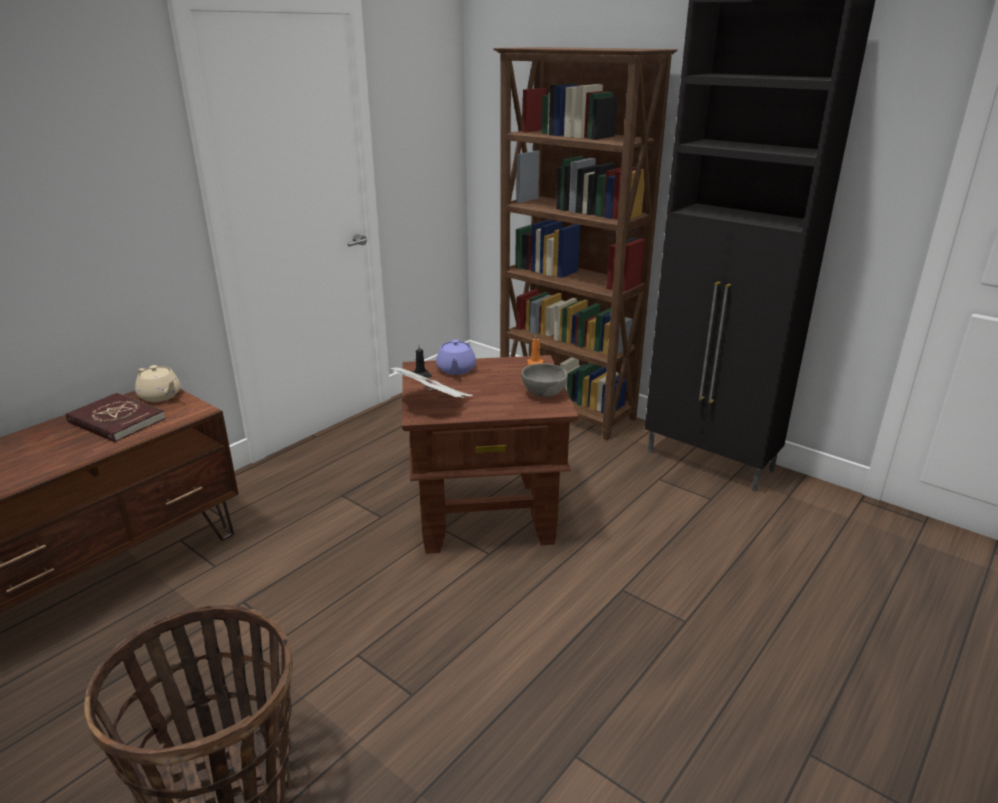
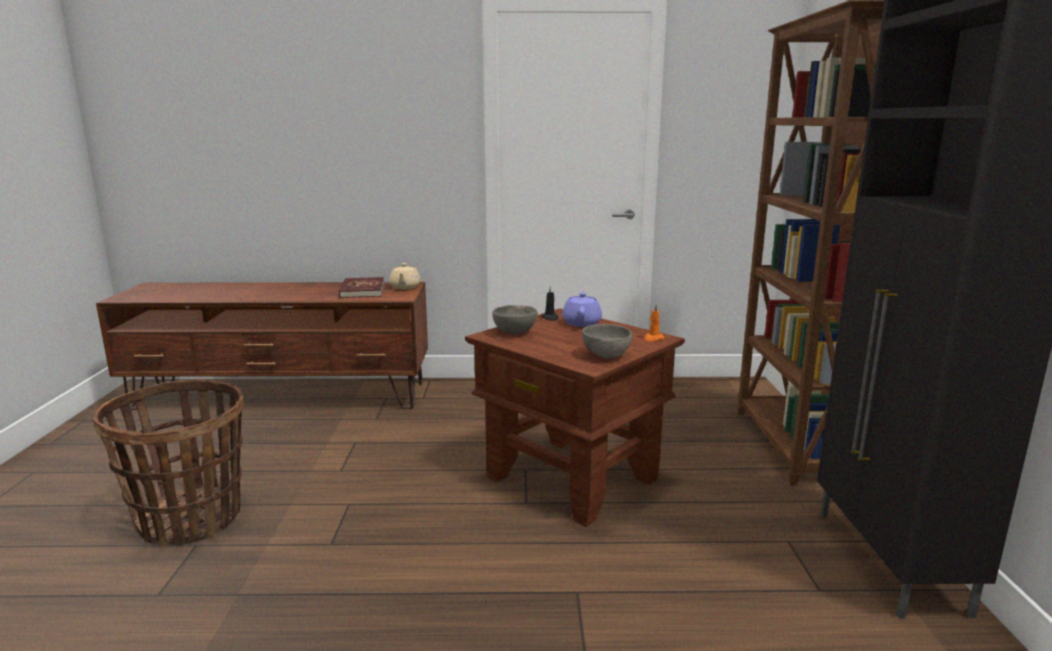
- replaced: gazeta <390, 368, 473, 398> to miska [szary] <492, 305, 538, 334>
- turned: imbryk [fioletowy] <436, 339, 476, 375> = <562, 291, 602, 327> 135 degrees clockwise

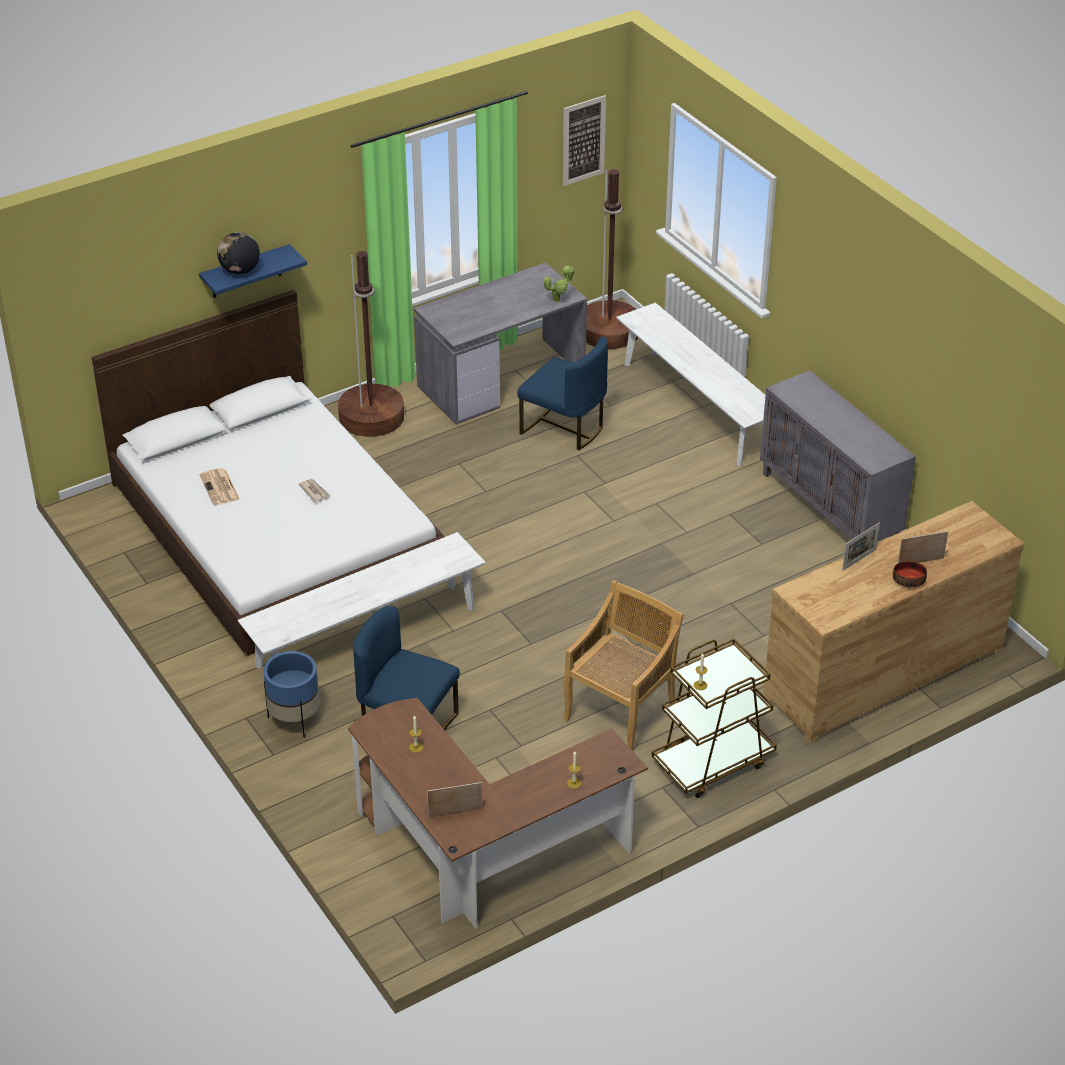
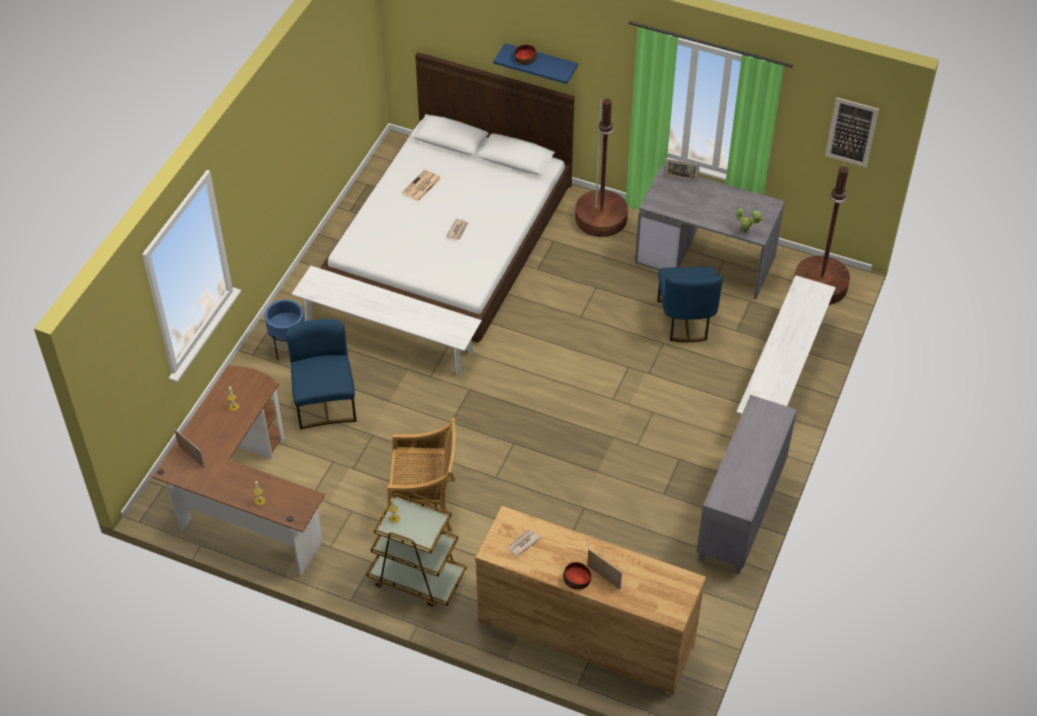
- added: gazeta <506, 529, 541, 557>
- replaced: globus <217, 232, 260, 275> to miska <514, 45, 537, 65>
- moved: ramka na zdjęcie <842, 522, 880, 571> to <664, 159, 700, 183>

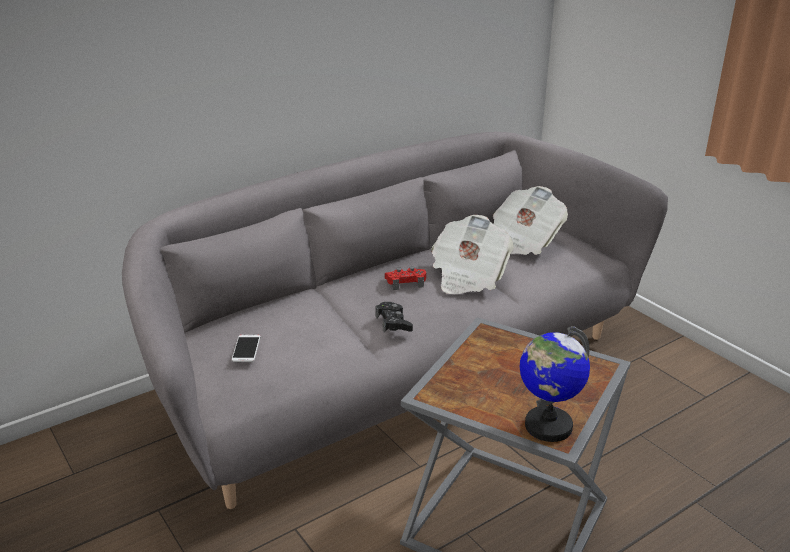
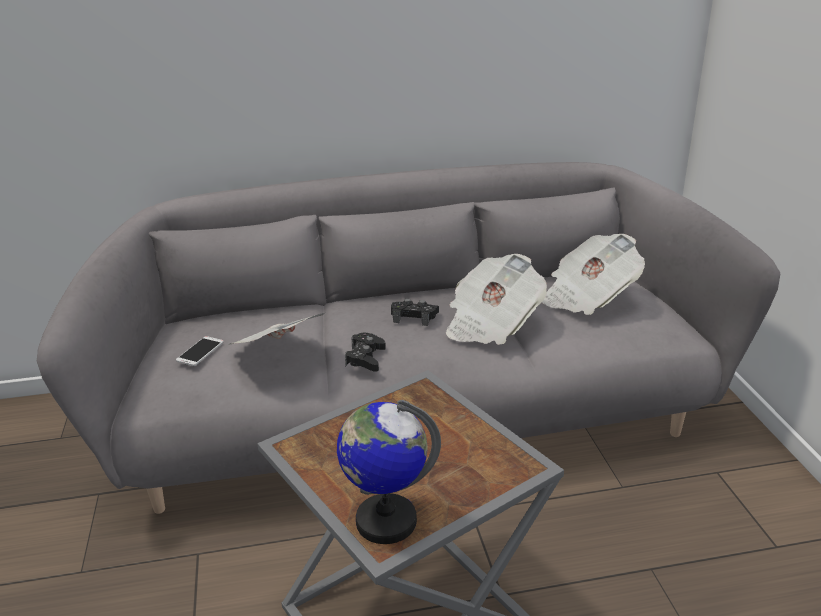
- added: gazeta <228, 313, 325, 345>
- recoloured: pad do gier [czerwony] <385, 266, 426, 290> to pad do gier [czarny] <391, 298, 439, 326>

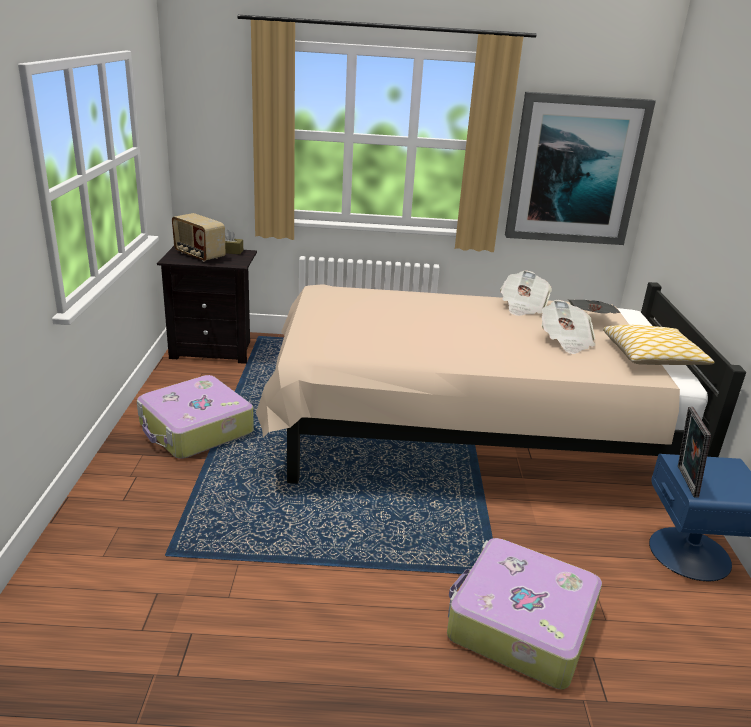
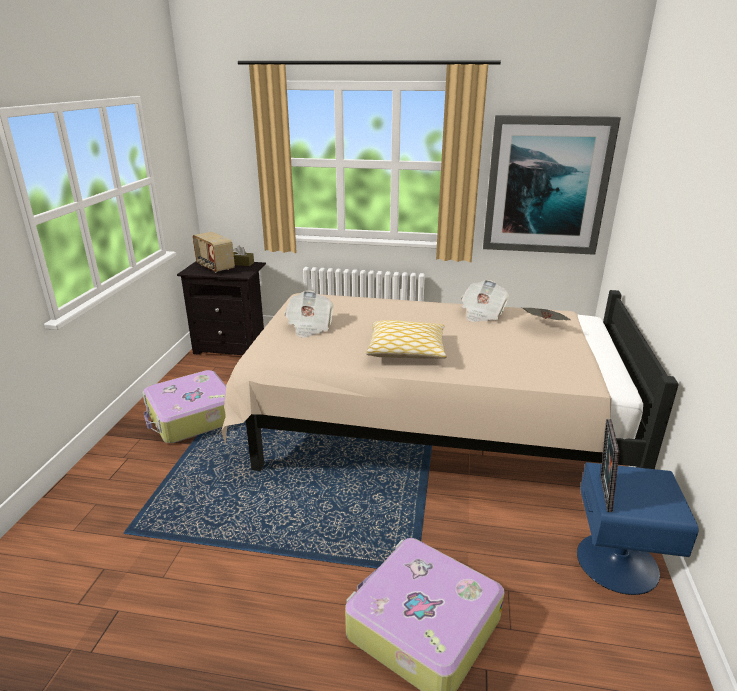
- moved: gazeta <542, 300, 596, 354> to <285, 290, 334, 338>
- moved: poduszka <603, 325, 715, 365> to <366, 320, 447, 359>

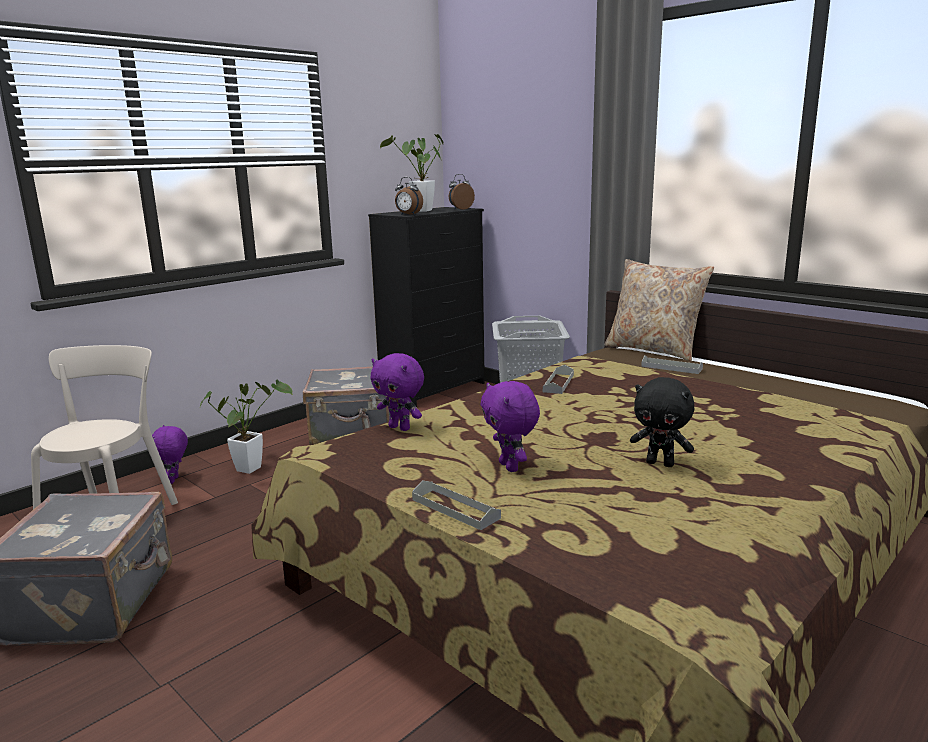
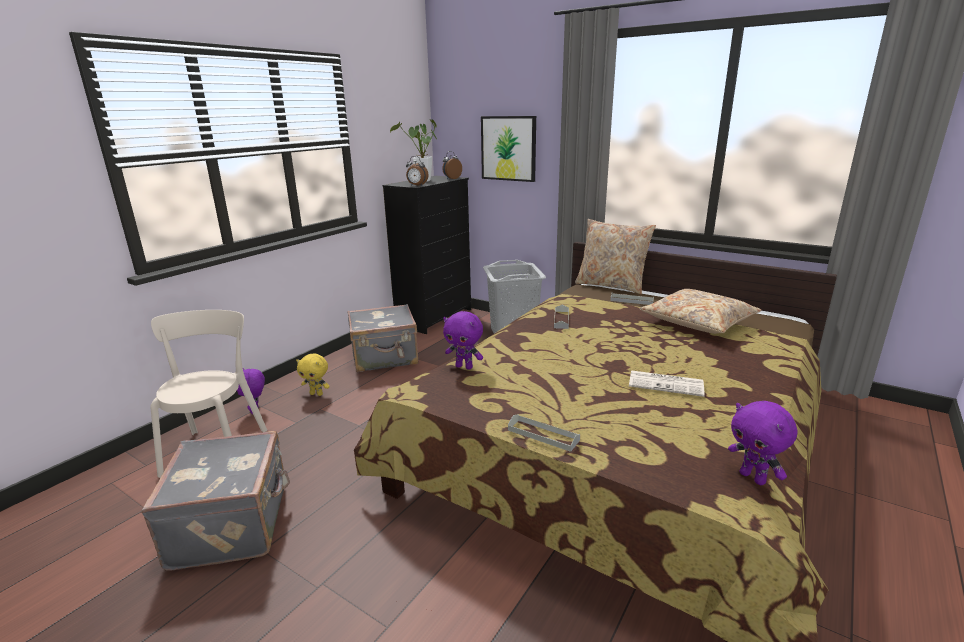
- replaced: roślina doniczkowa <200, 380, 293, 474> to pluszak [żółty] <296, 354, 330, 396>
- added: obraz <481, 116, 536, 182>
- replaced: pluszak [czarny] <630, 377, 694, 467> to gazeta <629, 370, 705, 397>
- added: poduszka [beżowy] <640, 289, 762, 334>
- moved: pluszak [fioletowy] <480, 381, 540, 472> to <728, 401, 798, 485>

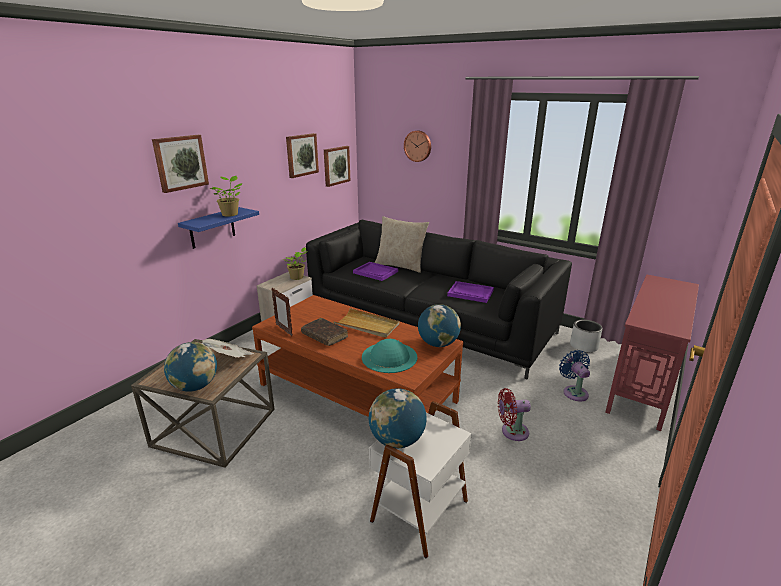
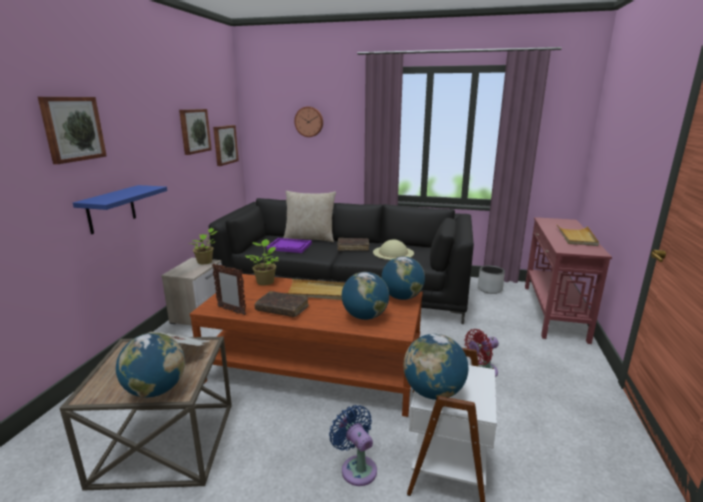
- moved: roślina doniczkowa <210, 176, 243, 217> to <245, 239, 279, 286>
- moved: wentylator [niebieski] <559, 350, 590, 401> to <329, 405, 377, 486>
- added: książka [brązowy] <337, 238, 369, 251>
- replaced: kapelusz [turkusowy] <362, 339, 417, 373> to globus <342, 272, 389, 320>
- replaced: taca [fioletowy] <447, 281, 494, 303> to kapelusz [beżowy] <373, 239, 414, 260>
- added: taca [beżowy] <557, 225, 599, 246>

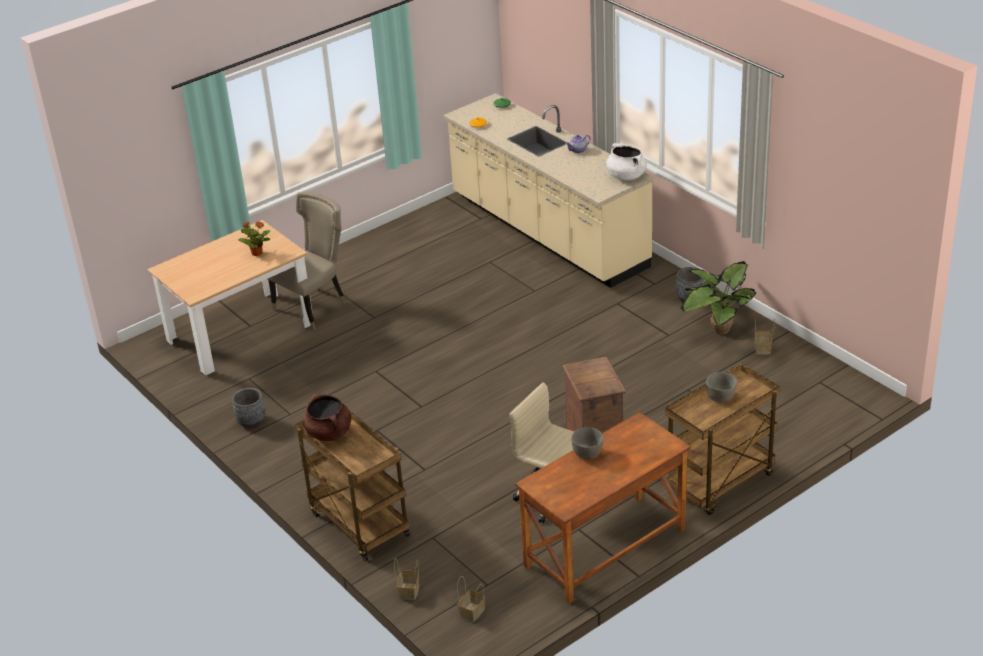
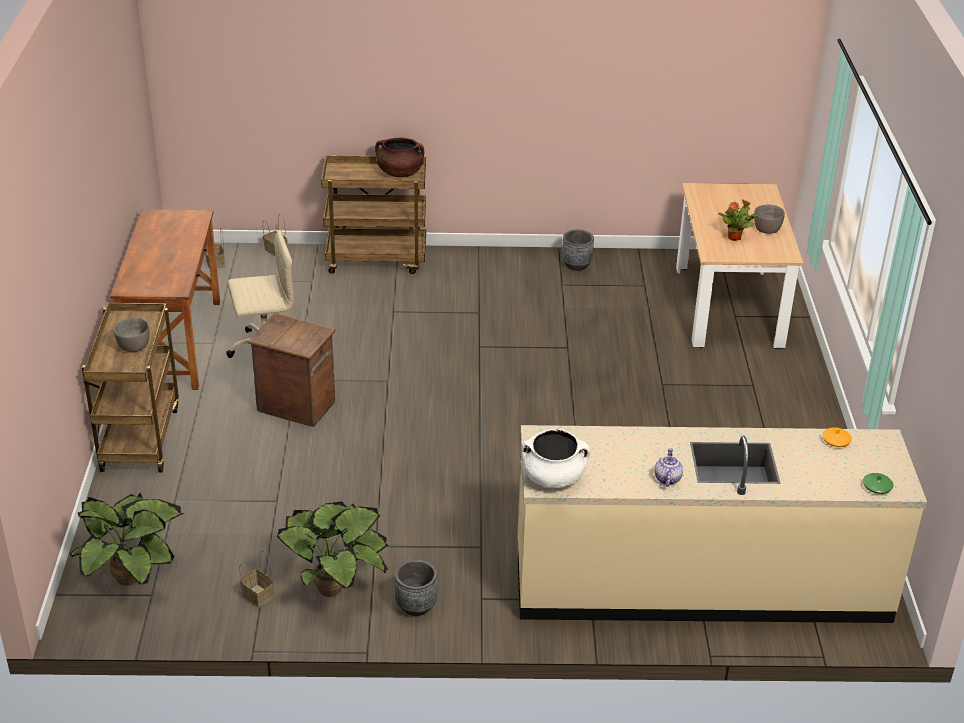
- added: roślina doniczkowa <69, 493, 184, 586>
- moved: miska [szary] <571, 427, 603, 460> to <754, 205, 785, 234>
- removed: krzesło [beżowy] <268, 192, 347, 330>

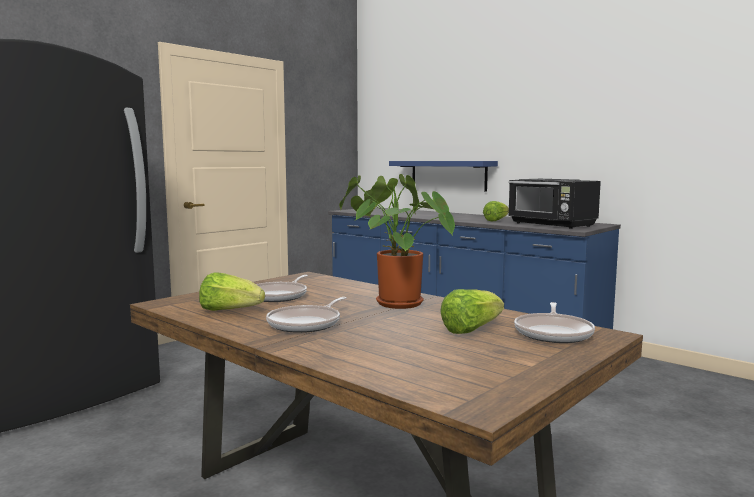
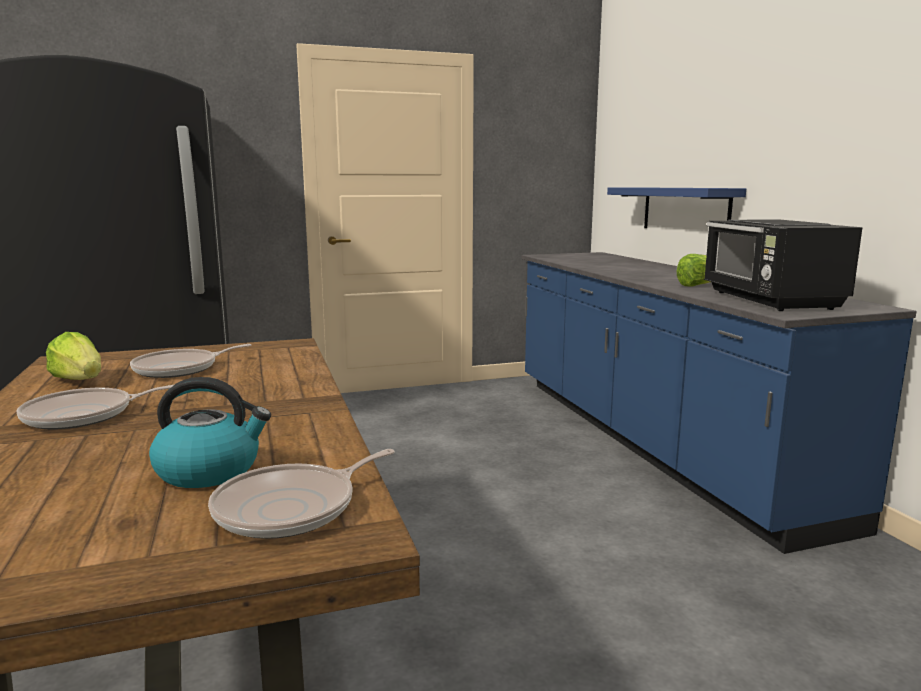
- replaced: sałata <440, 289, 504, 334> to czajnik <149, 377, 271, 488>
- removed: roślina doniczkowa <339, 174, 455, 309>

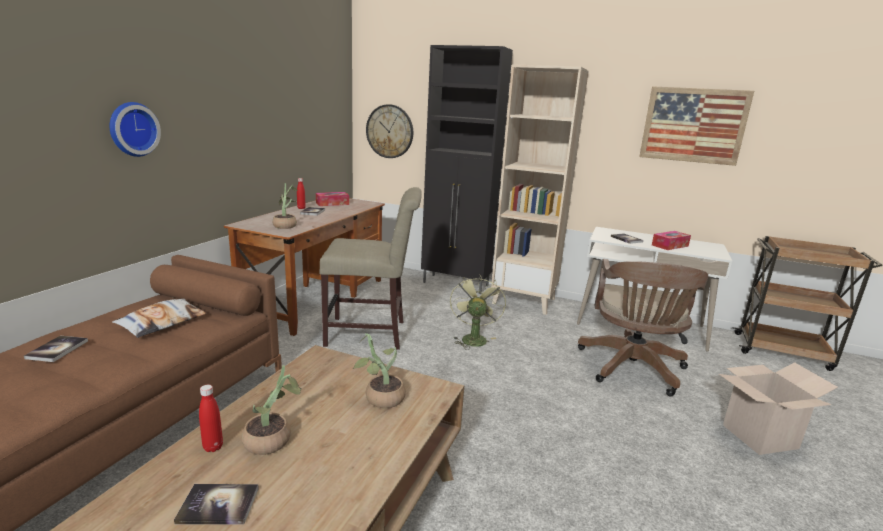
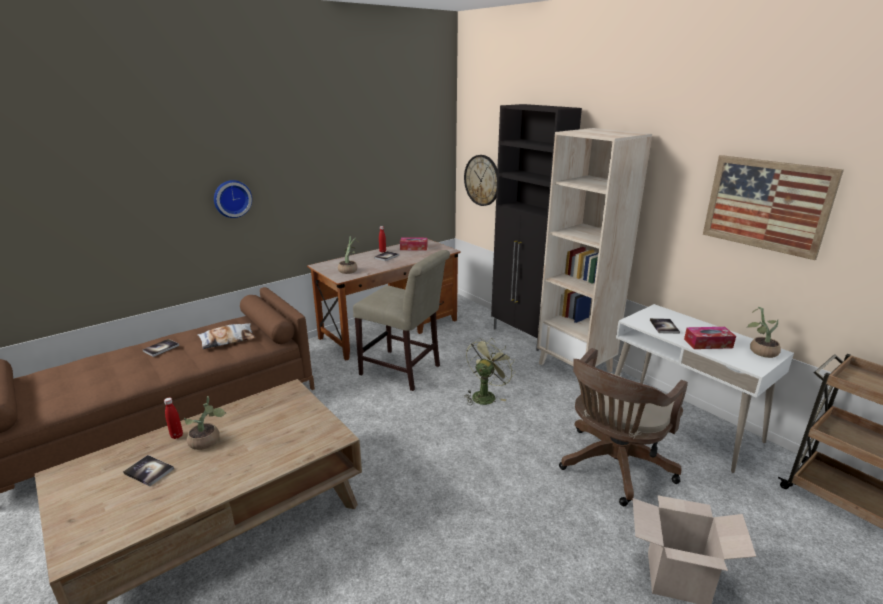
- moved: roślina doniczkowa <352, 333, 406, 408> to <747, 307, 781, 358>

